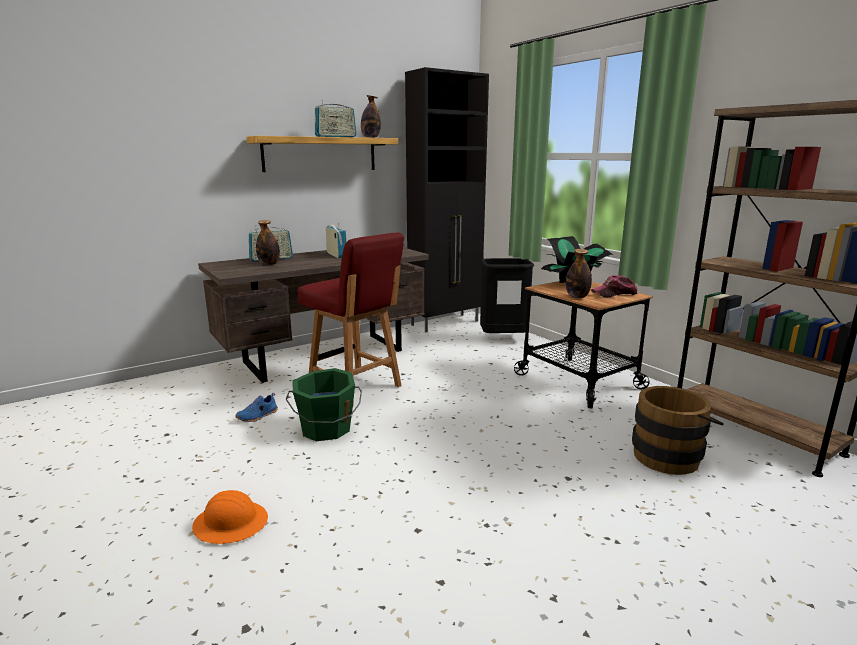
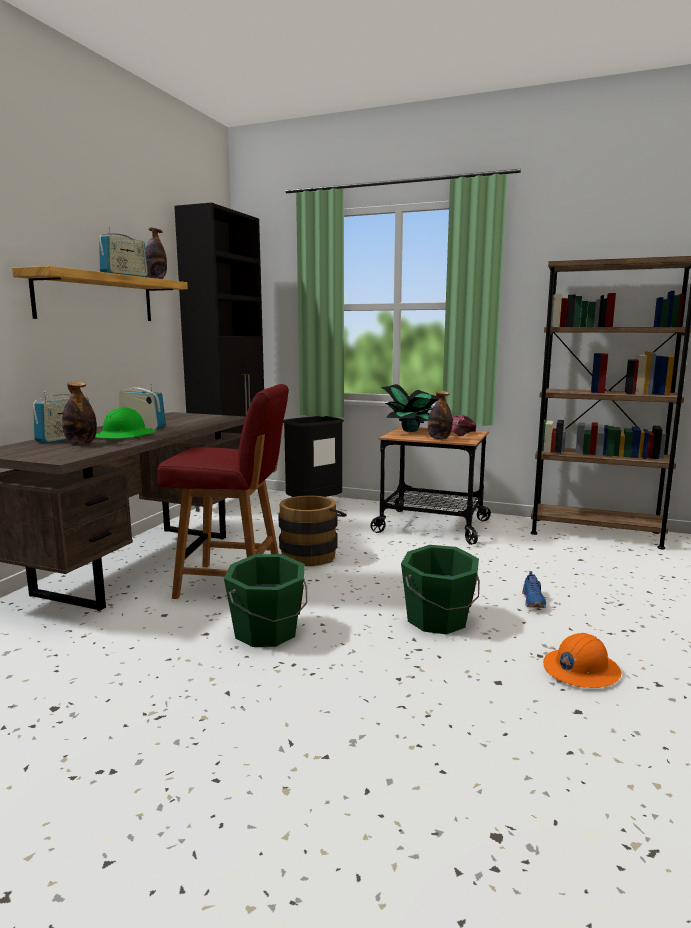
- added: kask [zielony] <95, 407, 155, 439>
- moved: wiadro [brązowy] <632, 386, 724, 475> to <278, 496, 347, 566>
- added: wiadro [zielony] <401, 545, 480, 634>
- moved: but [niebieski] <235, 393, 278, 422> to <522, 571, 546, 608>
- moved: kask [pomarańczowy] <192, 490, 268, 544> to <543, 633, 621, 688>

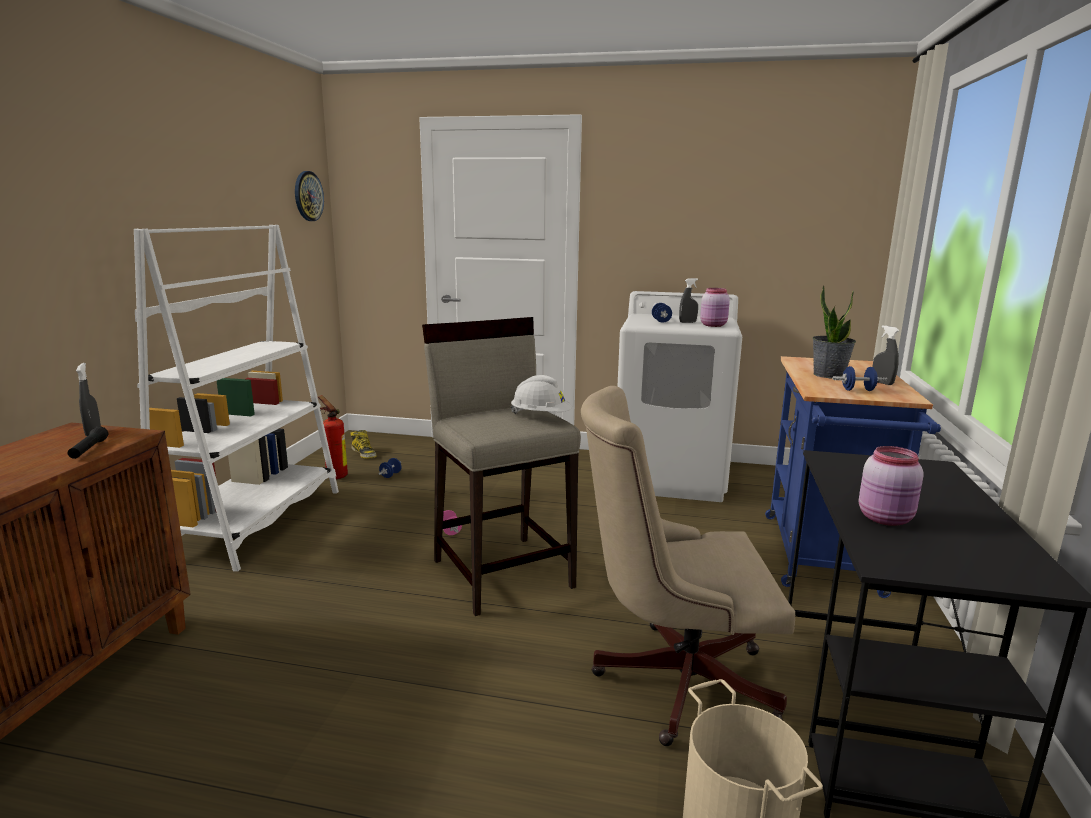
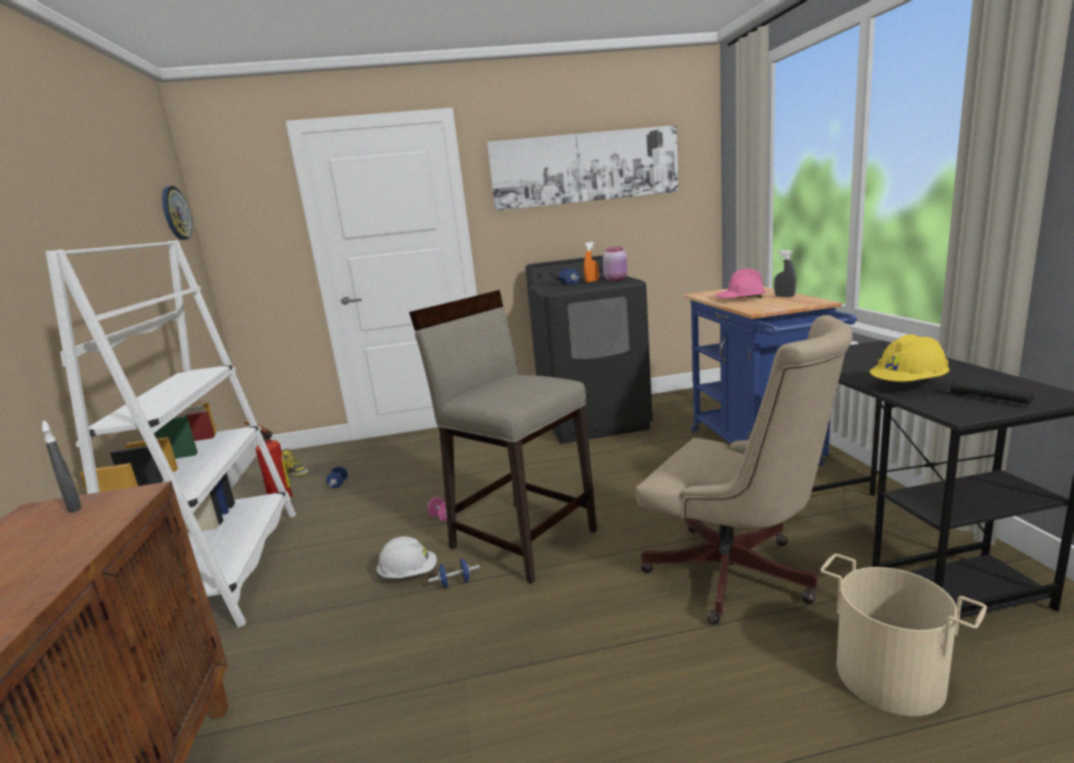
- moved: kask [biały] <510, 375, 572, 414> to <376, 537, 437, 579>
- moved: hantel [niebieski] <832, 366, 888, 391> to <428, 558, 480, 588>
- added: obraz <487, 125, 679, 211>
- recoloured: pralka [biały] <617, 291, 742, 502> to pralka [czarny] <525, 255, 652, 444>
- recoloured: spryskiwacz [szary] <679, 278, 698, 323> to spryskiwacz [pomarańczowy] <584, 242, 599, 282>
- turned: krzesło biurowe [beżowy] <581, 386, 795, 746> = <636, 315, 853, 625> 120 degrees counterclockwise
- replaced: roślina doniczkowa <812, 285, 856, 378> to kask [różowy] <715, 269, 766, 298>
- replaced: słoik [różowy] <859, 446, 924, 526> to kask [żółty] <870, 334, 949, 382>
- moved: latarka [czarny] <68, 426, 108, 459> to <950, 379, 1033, 405>

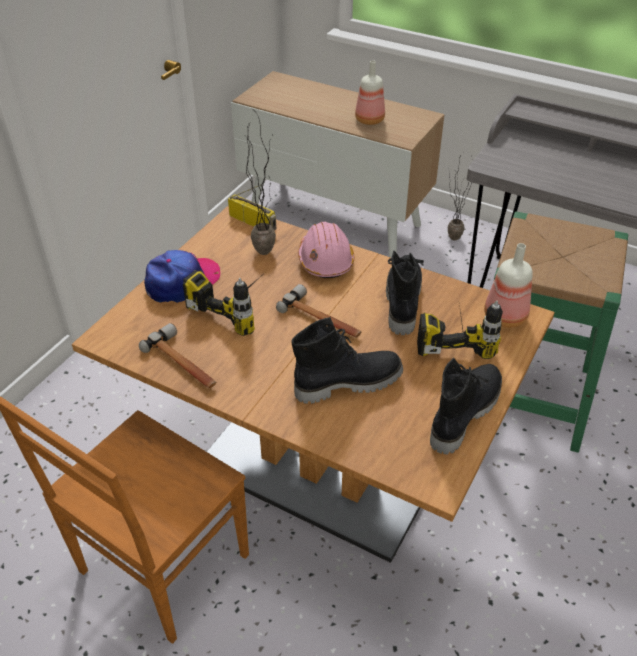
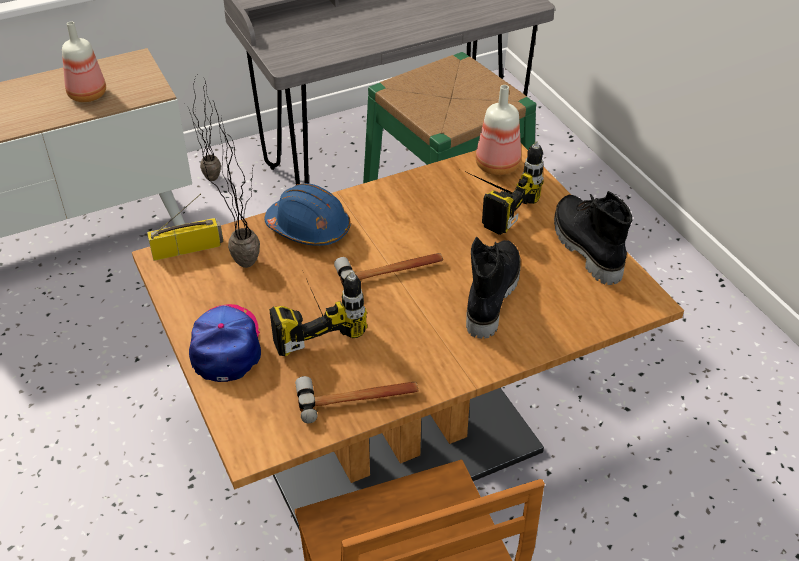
- recoloured: kask [różowy] <298, 222, 354, 278> to kask [niebieski] <265, 183, 351, 246>
- removed: but z cholewką [czarny] <386, 251, 424, 335>

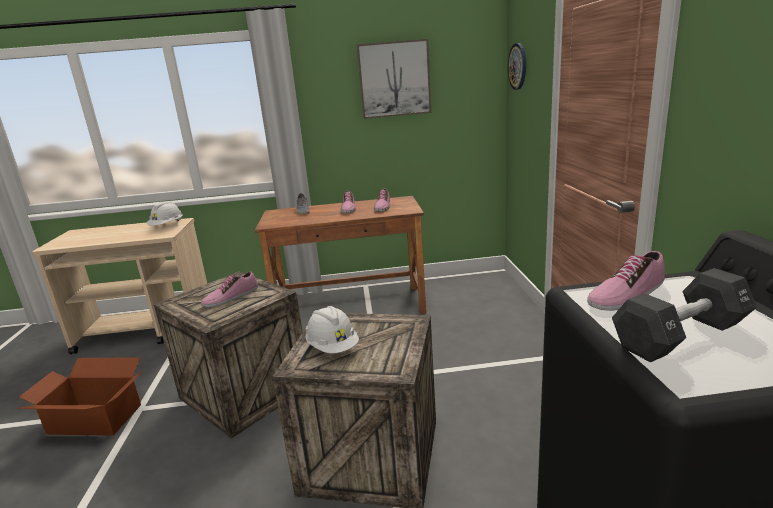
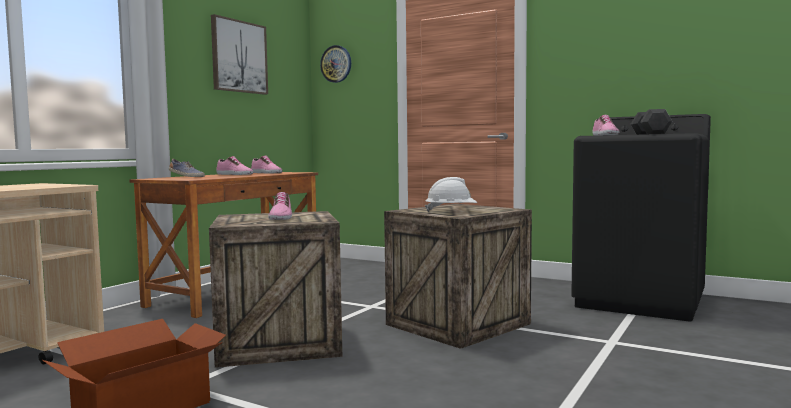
- removed: kask [biały] <146, 202, 183, 226>

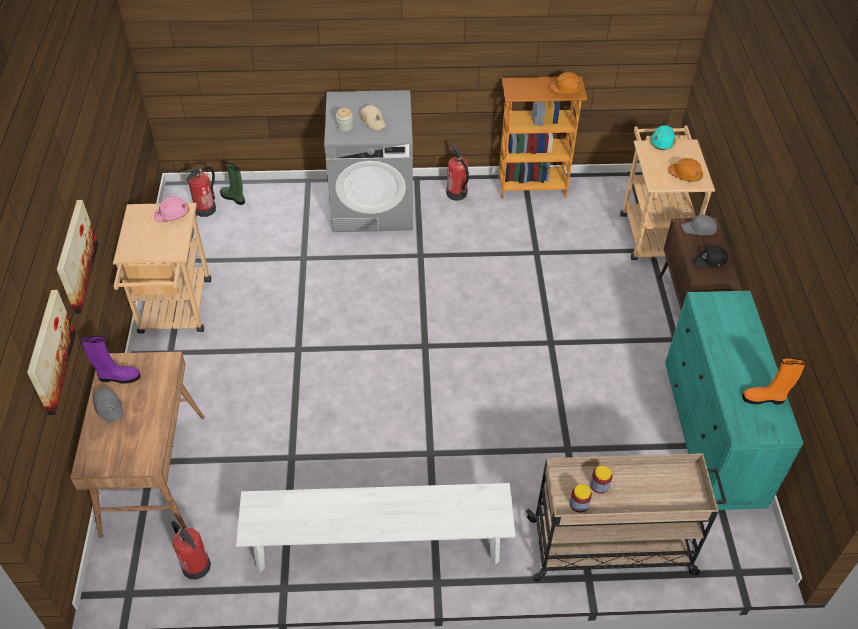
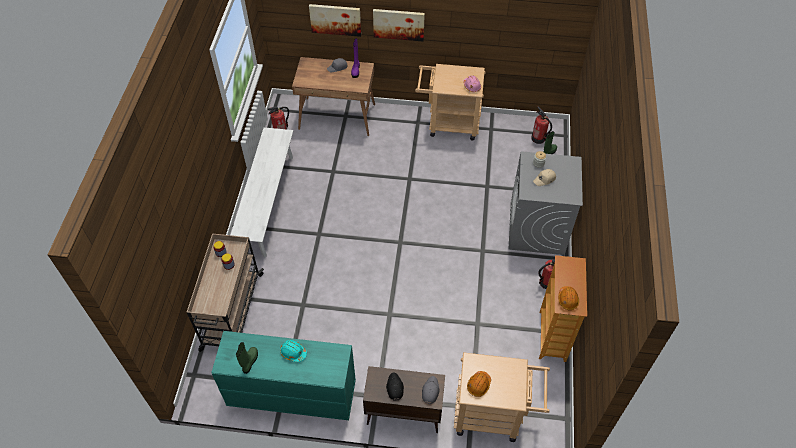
- recoloured: but z cholewką [pomarańczowy] <742, 357, 806, 404> to but z cholewką [zielony] <236, 342, 258, 374>
- moved: kask [turkusowy] <650, 125, 676, 150> to <280, 340, 307, 362>

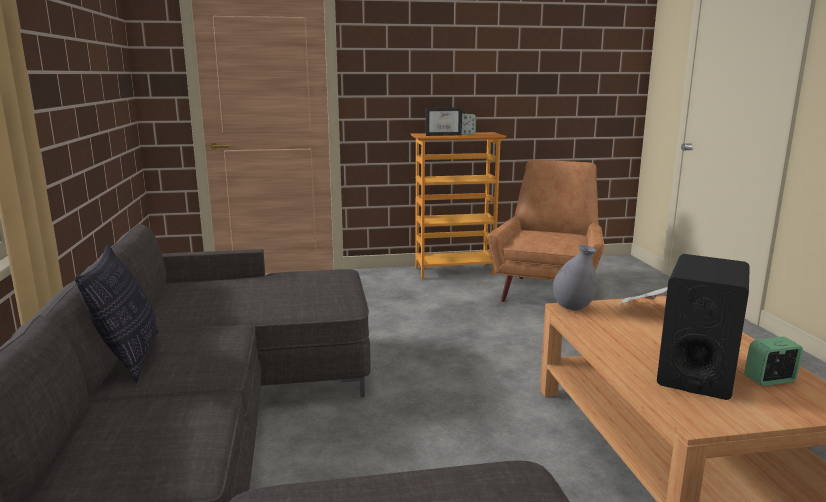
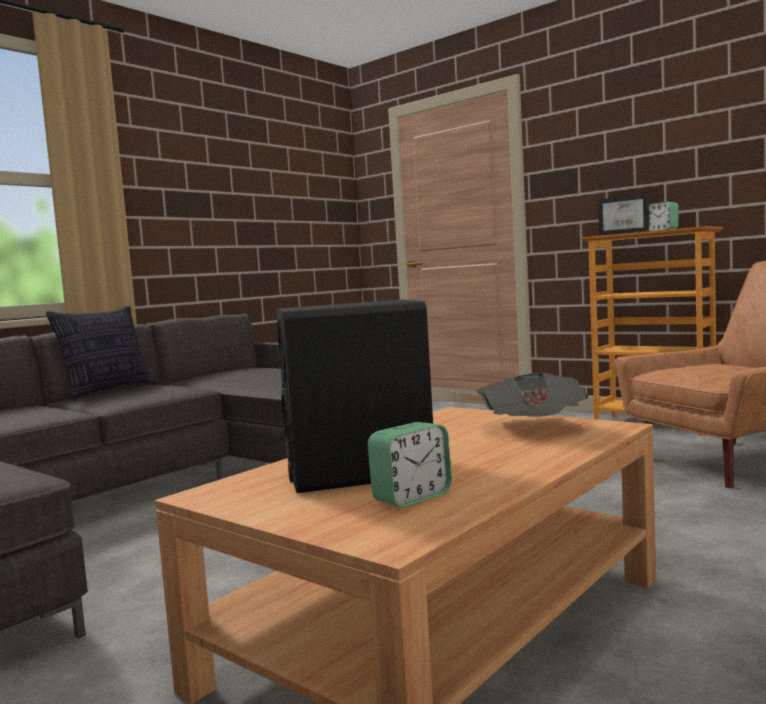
- turned: budzik <744, 336, 803, 386> = <368, 422, 452, 508> 105 degrees clockwise
- removed: wazon [szary] <553, 245, 597, 311>

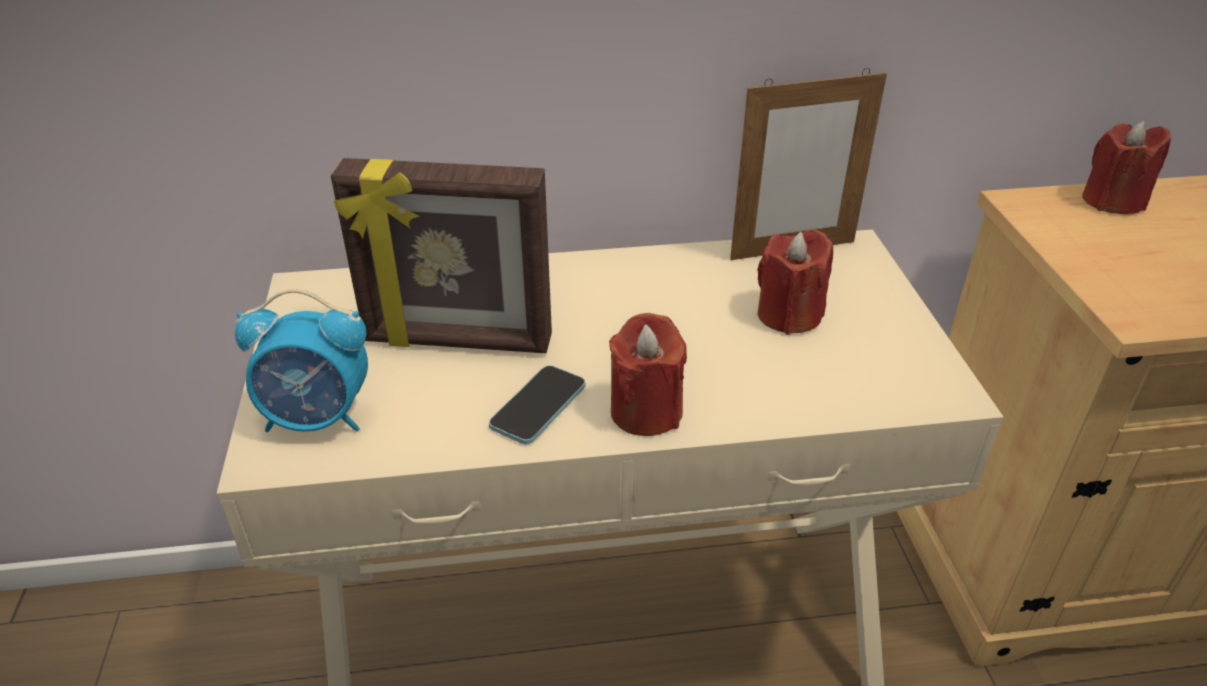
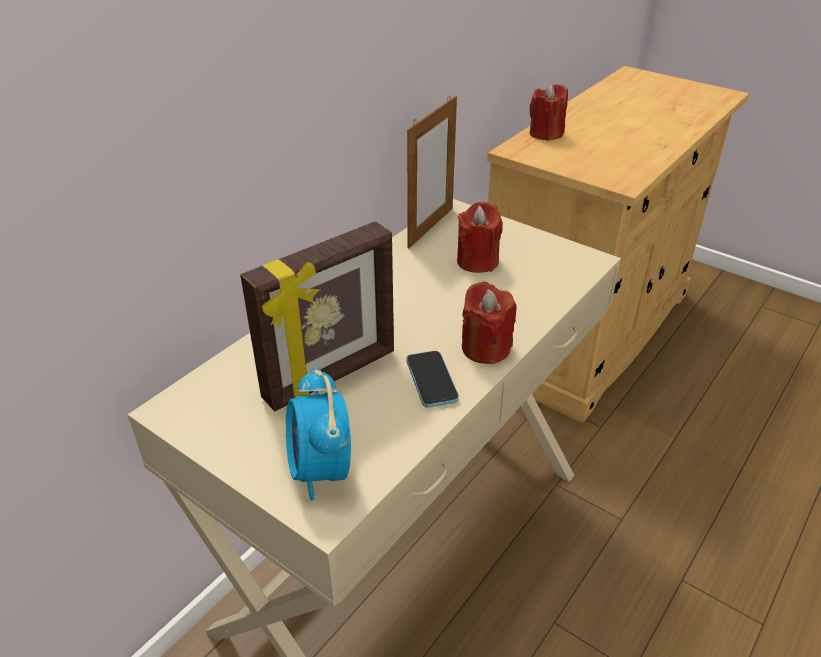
- turned: budzik <235, 289, 368, 432> = <286, 367, 351, 501> 120 degrees clockwise

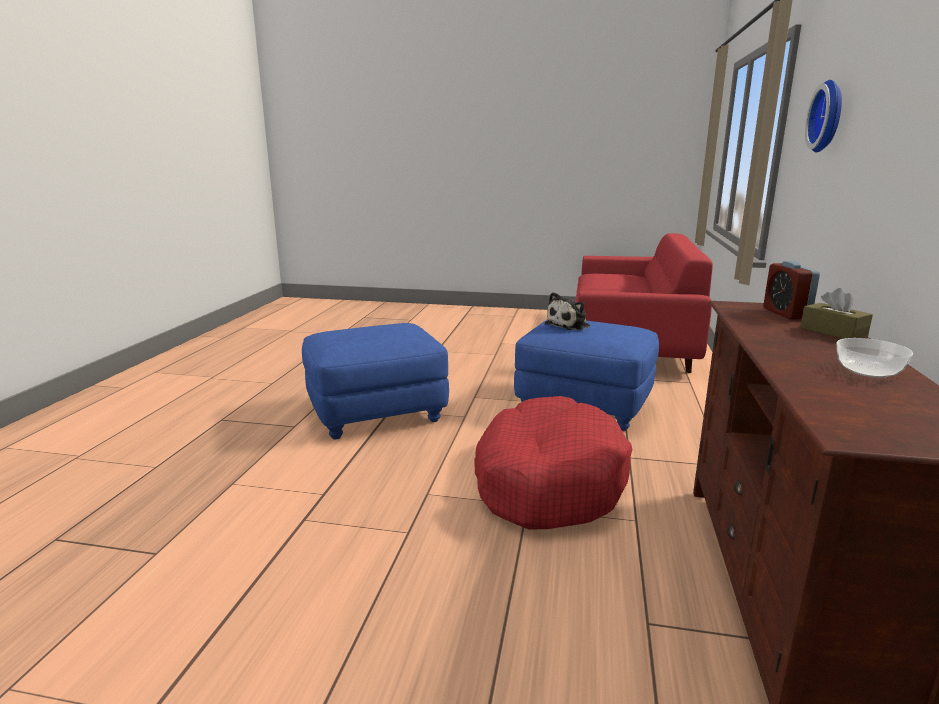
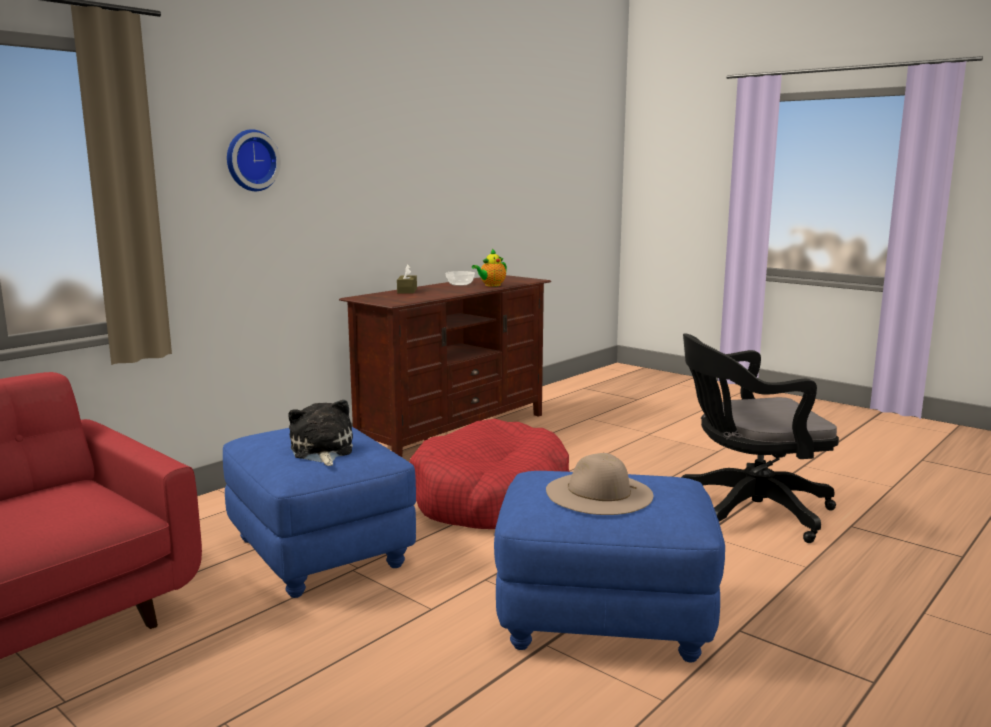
- turned: pluszak <545, 292, 590, 331> = <288, 400, 353, 466> 90 degrees counterclockwise
- added: imbryk <472, 248, 507, 287>
- added: kapelusz [beżowy] <546, 453, 653, 515>
- added: krzesło biurowe [czarny] <681, 333, 839, 543>
- removed: budzik <763, 261, 820, 320>

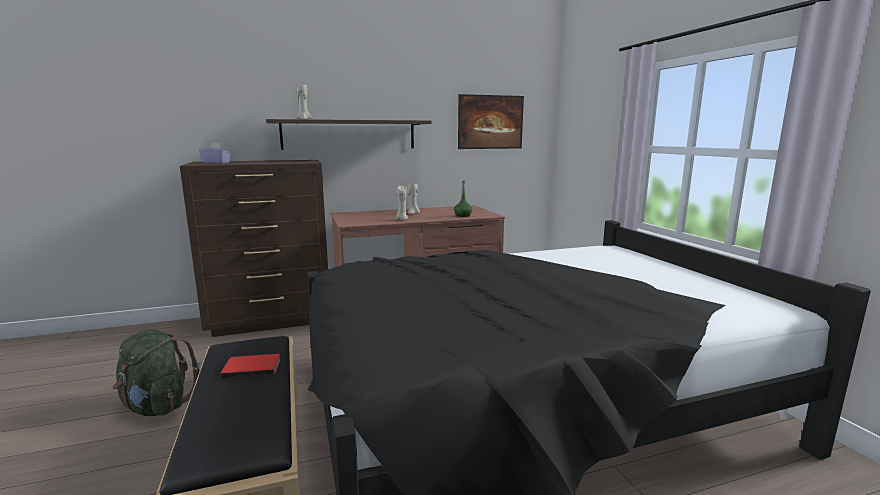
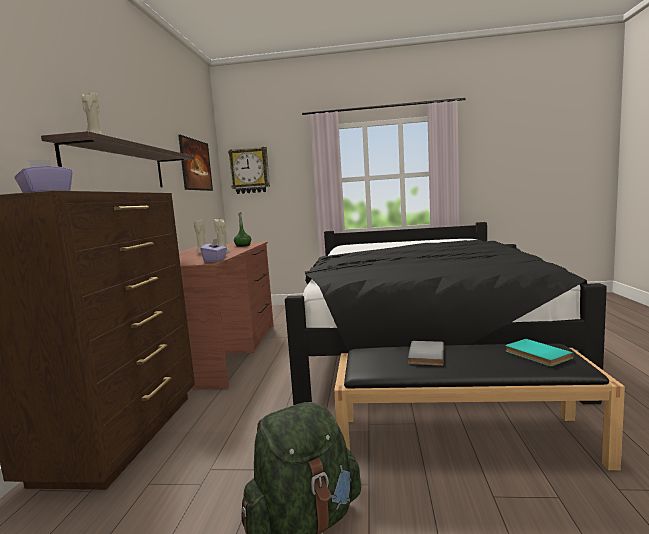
- added: pudełko chusteczek [fioletowy] <200, 238, 227, 262>
- added: zegar ścienny <228, 147, 270, 194>
- recoloured: książka [czerwony] <220, 354, 280, 379> to książka [szary] <408, 341, 444, 366>
- added: książka [turkusowy] <506, 339, 573, 366>

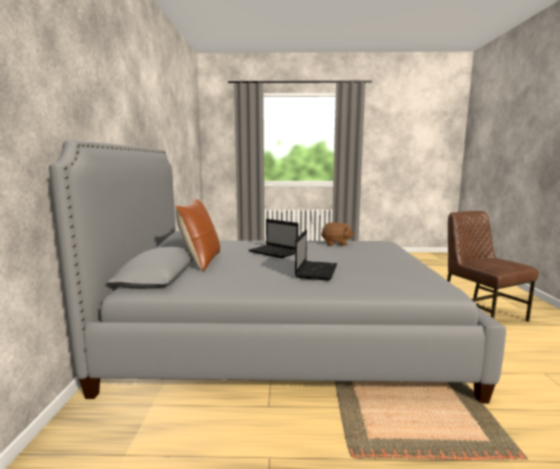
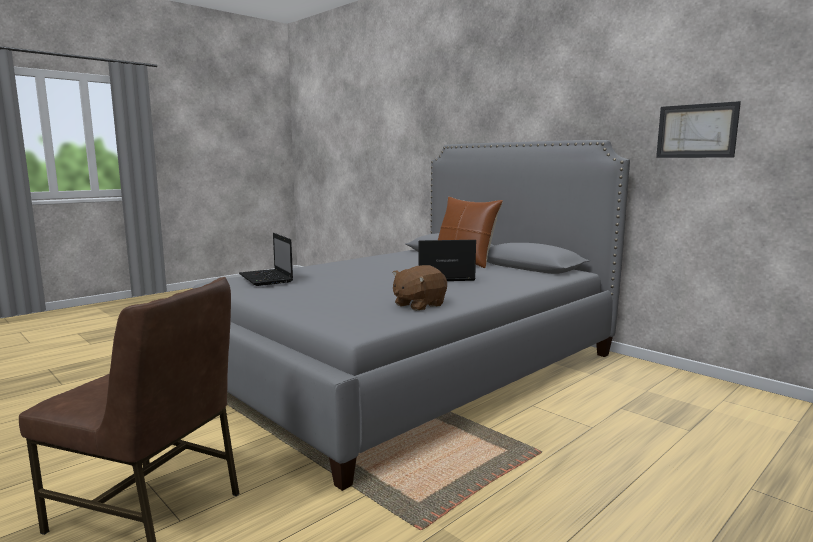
- moved: laptop <295, 230, 337, 281> to <239, 233, 293, 286>
- added: obraz <656, 101, 741, 158>

